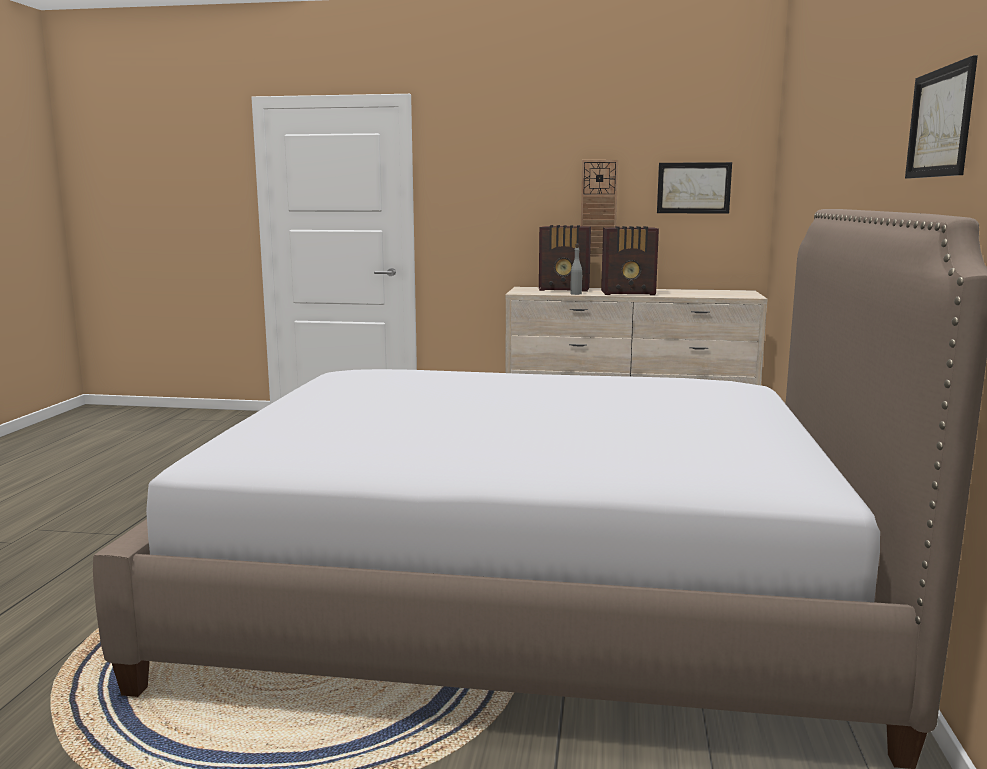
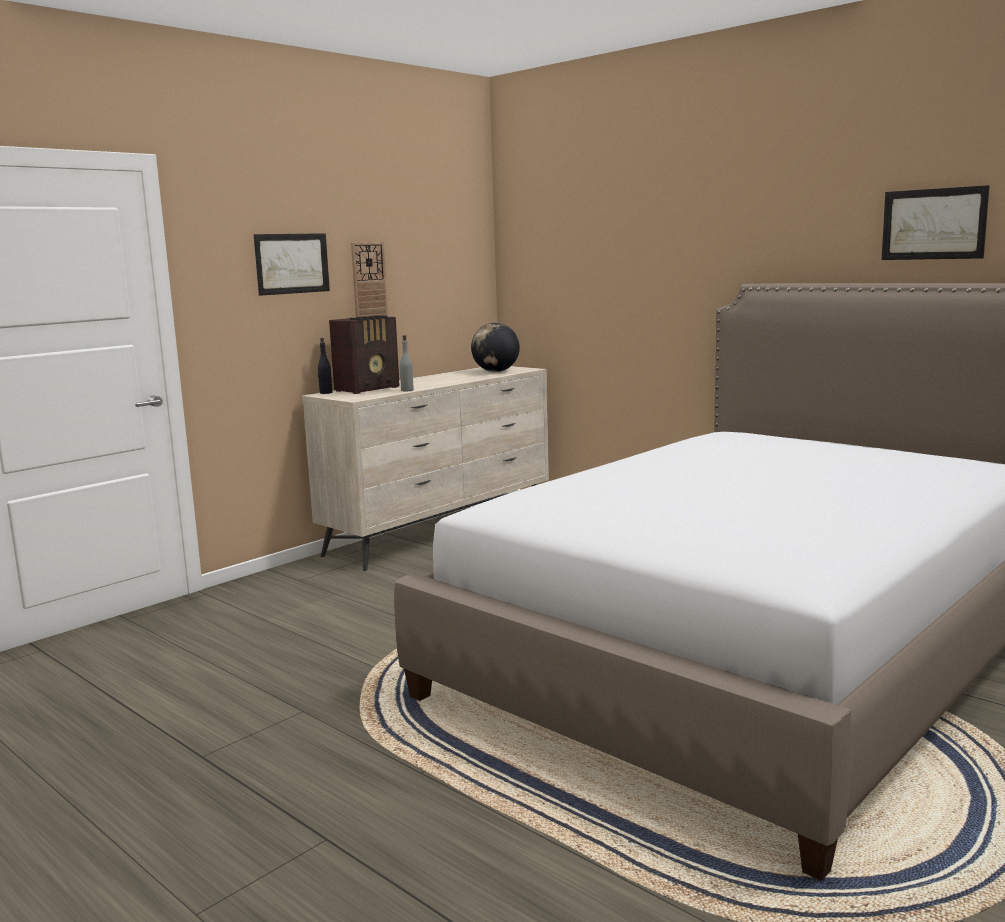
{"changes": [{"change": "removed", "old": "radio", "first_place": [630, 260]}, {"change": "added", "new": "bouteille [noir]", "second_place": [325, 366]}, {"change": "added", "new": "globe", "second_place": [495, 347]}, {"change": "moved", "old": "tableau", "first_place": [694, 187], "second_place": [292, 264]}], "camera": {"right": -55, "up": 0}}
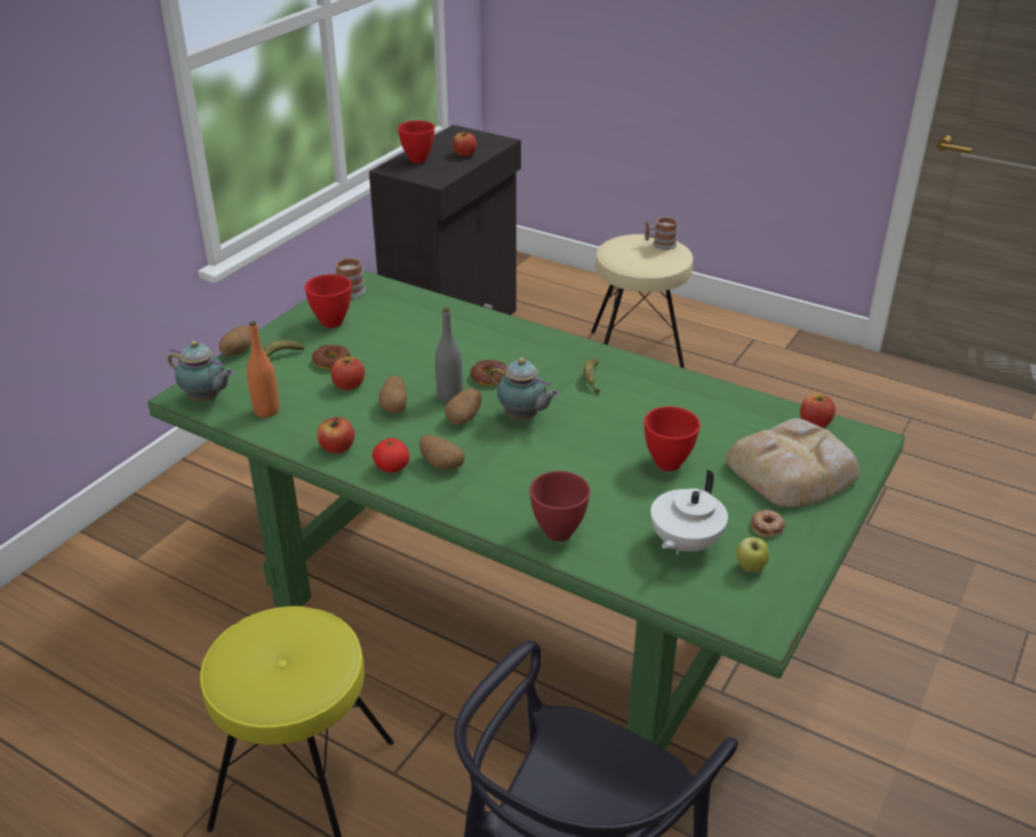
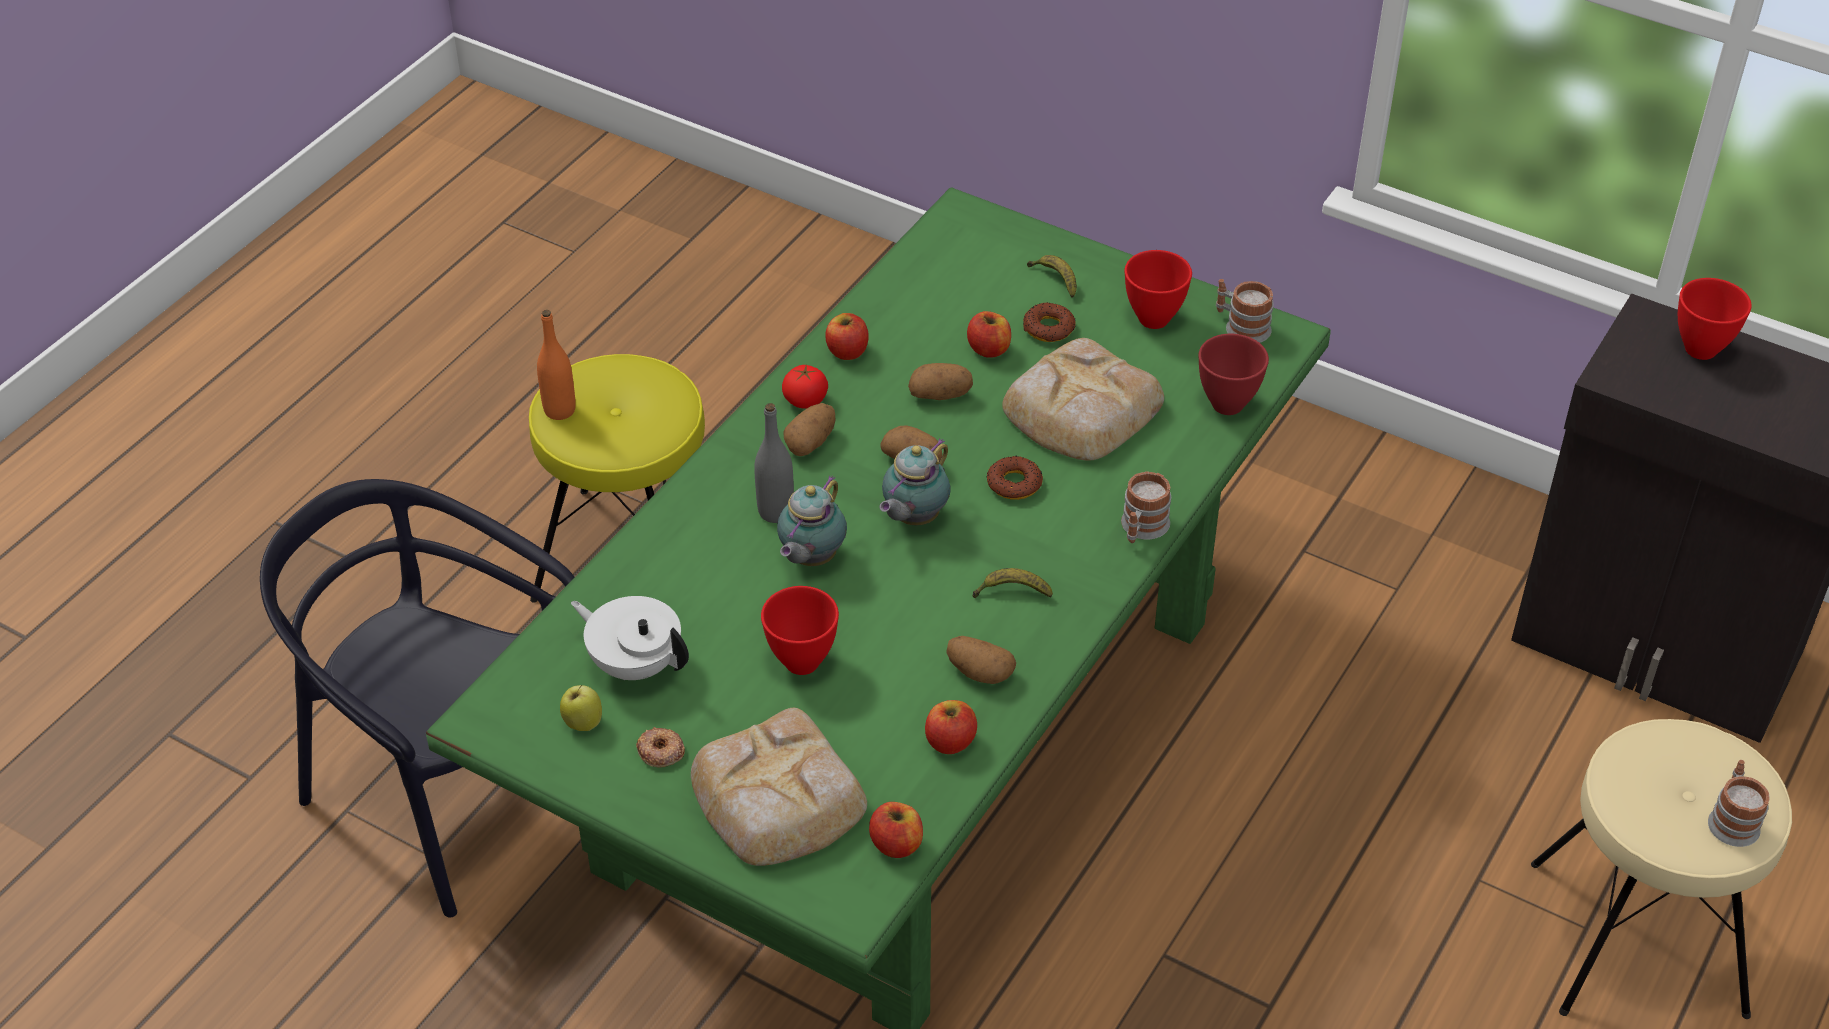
{"changes": [{"change": "added", "new": "pain", "second_place": [1083, 399]}, {"change": "added", "new": "mug", "second_place": [1146, 507]}, {"change": "moved", "old": "théière", "first_place": [201, 371], "second_place": [812, 520]}, {"change": "moved", "old": "pomme de terre", "first_place": [235, 341], "second_place": [981, 660]}, {"change": "moved", "old": "bouteille [orange]", "first_place": [263, 369], "second_place": [556, 365]}, {"change": "moved", "old": "bouteille [gris]", "first_place": [449, 355], "second_place": [774, 463]}, {"change": "moved", "old": "pomme", "first_place": [465, 143], "second_place": [951, 727]}, {"change": "moved", "old": "bol [rouge]", "first_place": [559, 506], "second_place": [1233, 374]}], "camera": {"right": 90, "up": 10}}
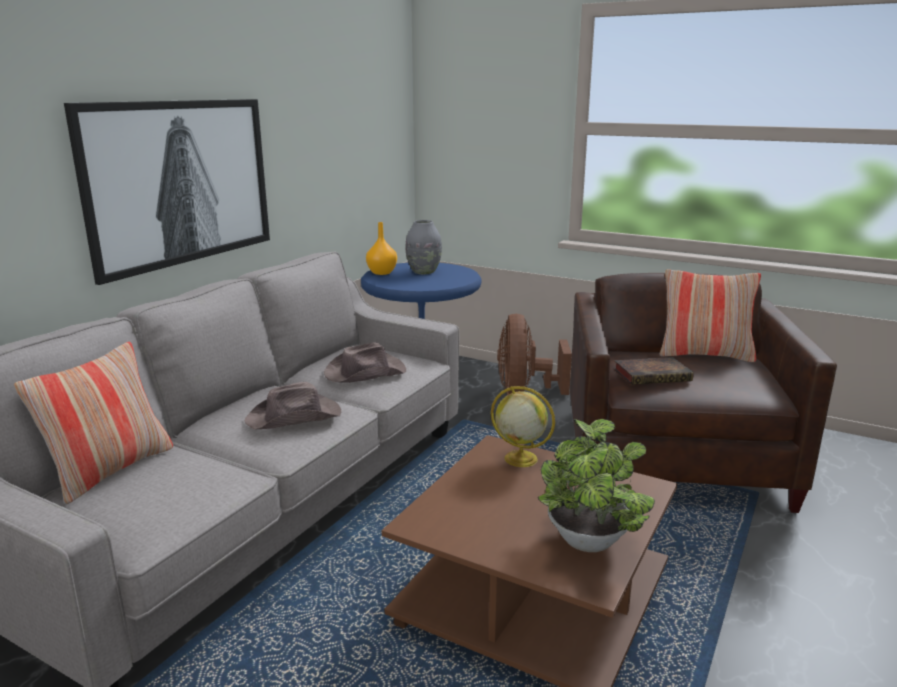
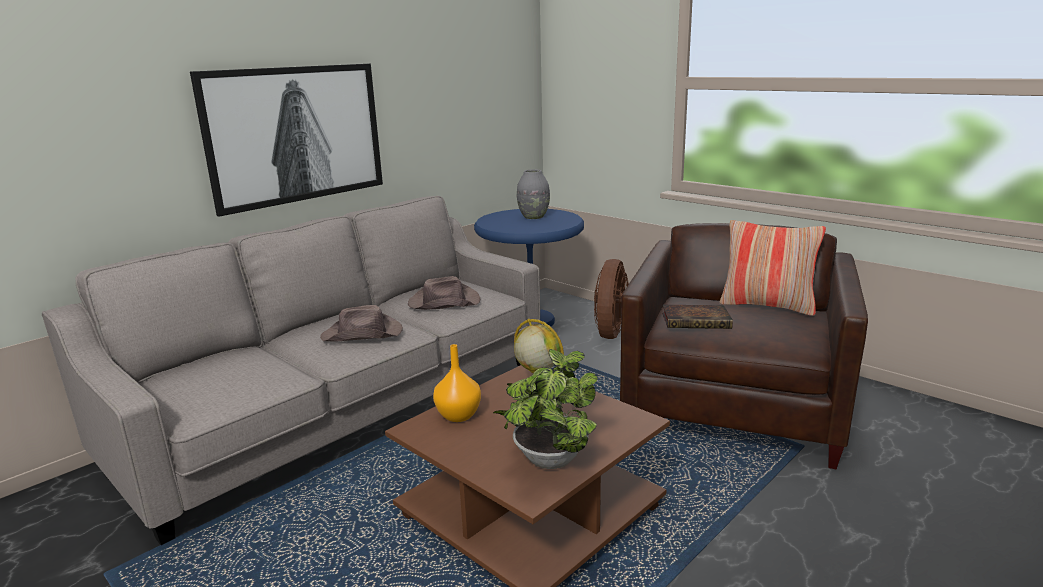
{"changes": [{"change": "removed", "old": "coussin", "first_place": [93, 423]}, {"change": "moved", "old": "vase [orange]", "first_place": [381, 248], "second_place": [457, 383]}], "camera": {"right": 15, "up": 0}}
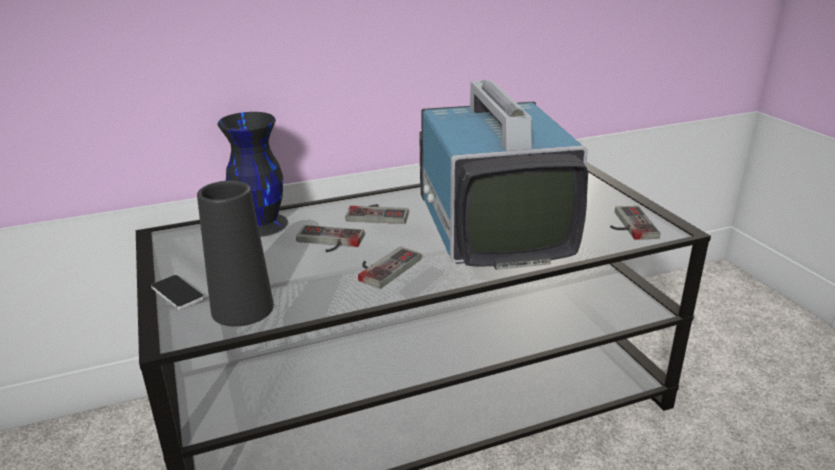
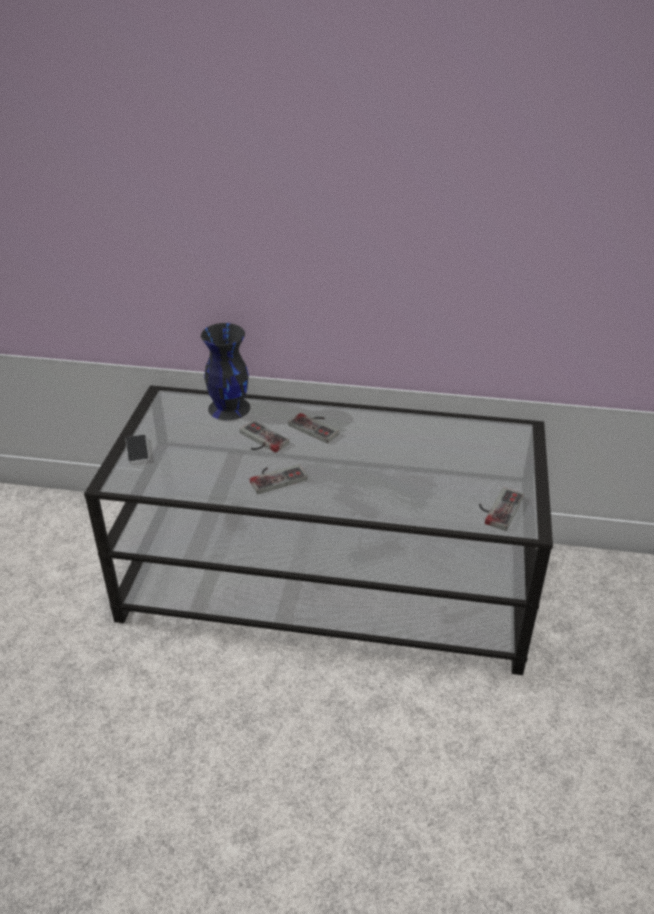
{"changes": [{"change": "removed", "old": "vase [noir]", "first_place": [235, 254]}, {"change": "removed", "old": "téléviseur", "first_place": [503, 175]}], "camera": {"right": 30, "up": 10}}
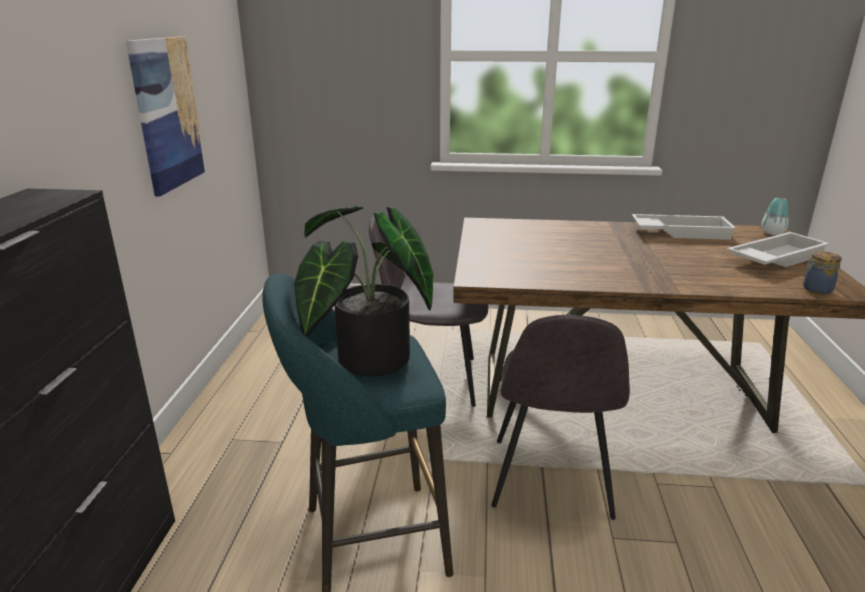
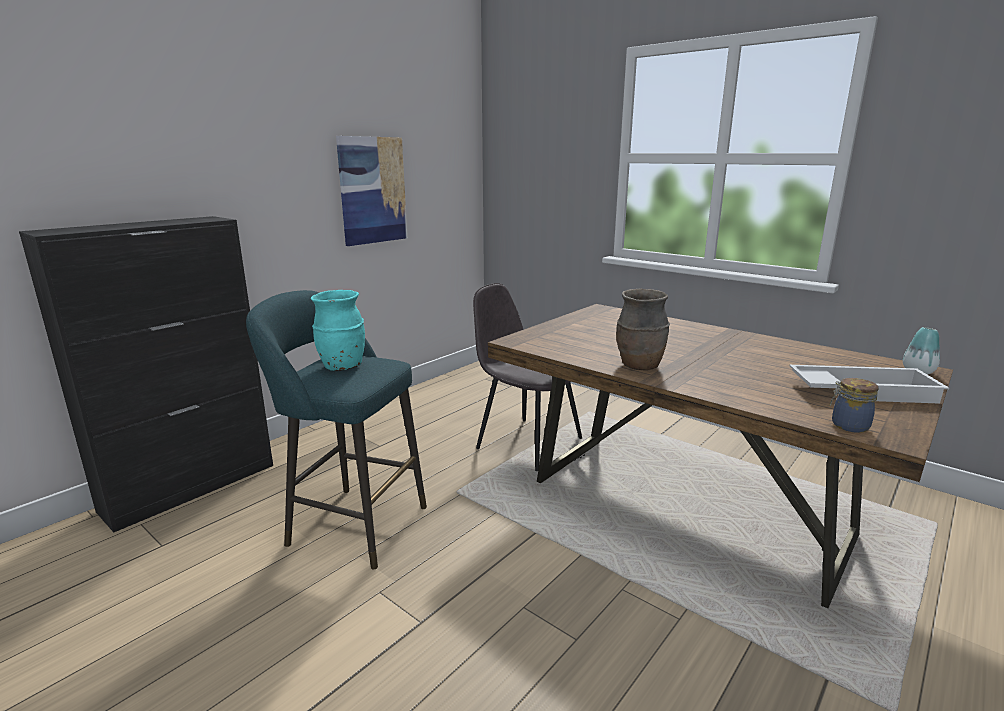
{"changes": [{"change": "removed", "old": "chaise [gris]", "first_place": [560, 417]}, {"change": "removed", "old": "plateau [blanc]", "first_place": [684, 227]}, {"change": "added", "new": "vase [marron]", "second_place": [643, 329]}, {"change": "replaced", "old": "plante en pot", "new": "vase [turquoise]", "first_place": [363, 291], "second_place": [338, 330]}], "camera": {"right": 35, "up": -5}}
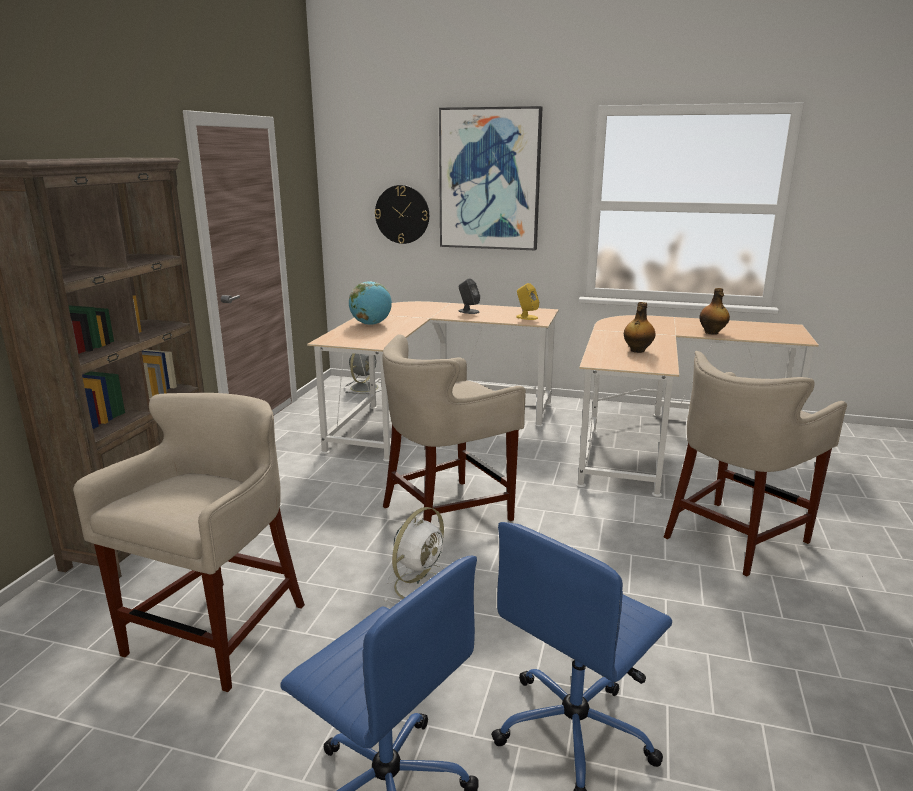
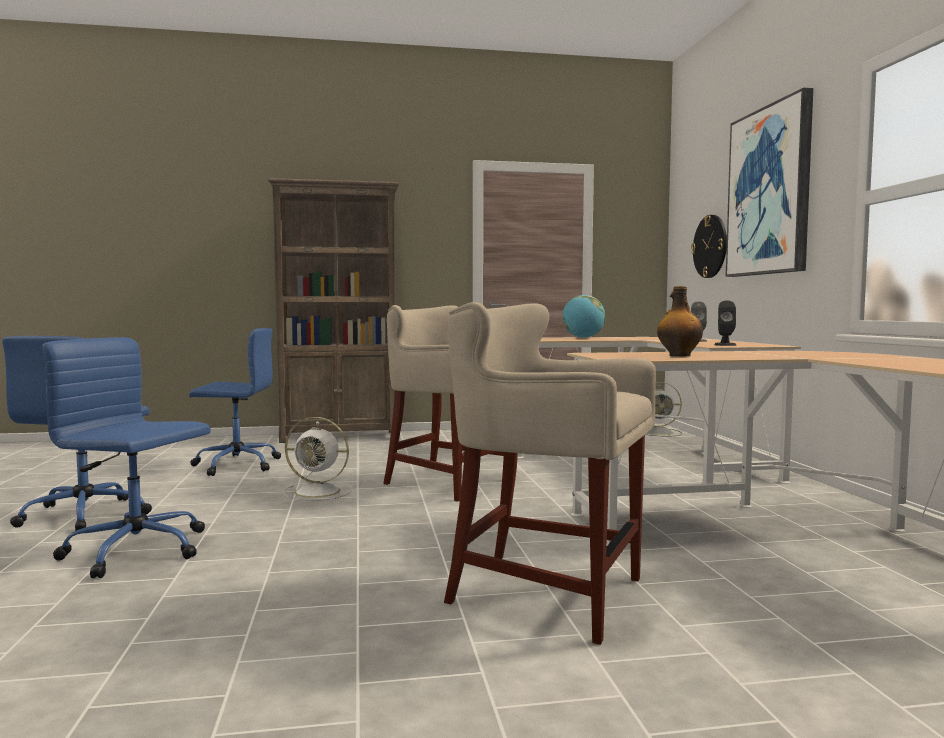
{"changes": [{"change": "removed", "old": "bouteille", "first_place": [714, 311]}, {"change": "replaced", "old": "tabouret [beige]", "new": "chaise de bureau [bleu]", "first_place": [189, 542], "second_place": [235, 402]}, {"change": "recoloured", "old": "enceinte [jaune]", "new": "enceinte [noir]", "first_place": [527, 301], "second_place": [725, 323]}], "camera": {"right": 65, "up": -15}}
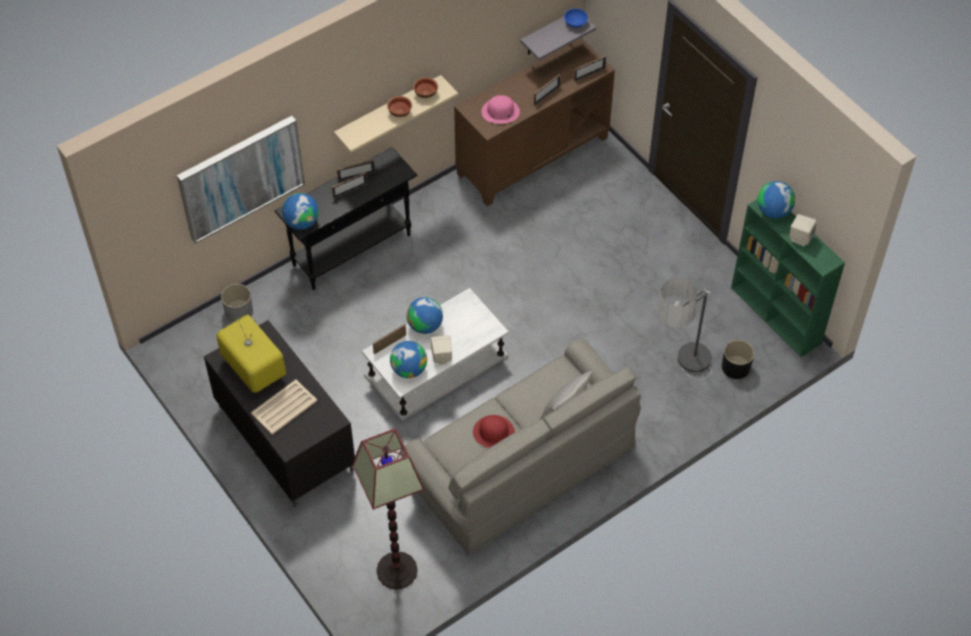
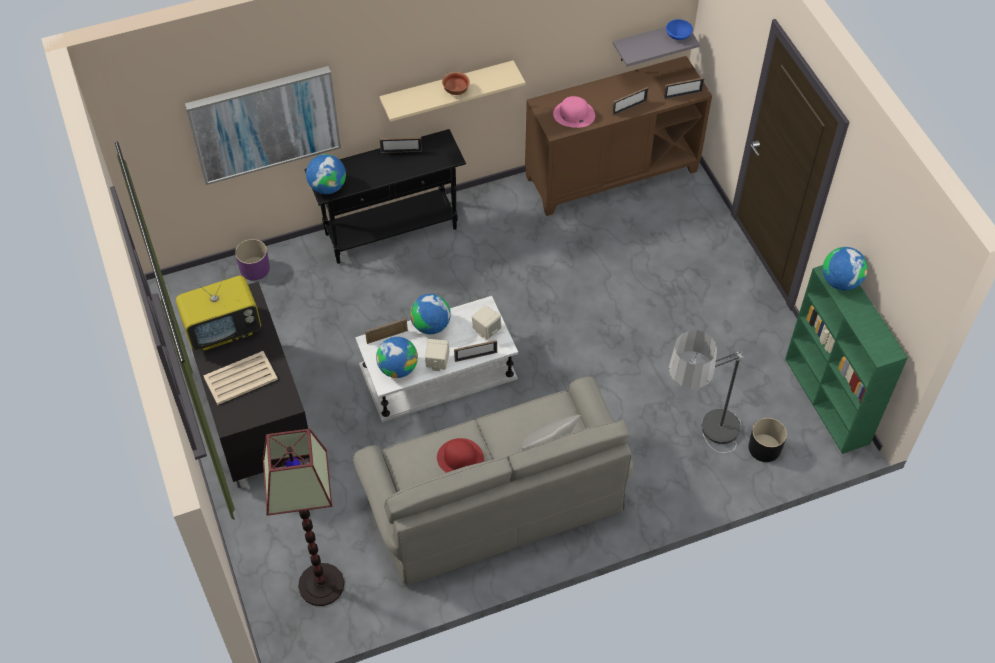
{"changes": [{"change": "removed", "old": "bol", "first_place": [425, 87]}, {"change": "moved", "old": "cadre photo", "first_place": [349, 185], "second_place": [475, 351]}, {"change": "moved", "old": "enceinte [beige]", "first_place": [802, 230], "second_place": [487, 323]}, {"change": "recoloured", "old": "cache-pot [gris]", "new": "cache-pot [violet]", "first_place": [237, 303], "second_place": [252, 259]}, {"change": "turned", "old": "téléviseur", "first_place": [251, 353], "second_place": [218, 313], "degrees": 90}], "camera": {"right": 15, "up": 0}}
